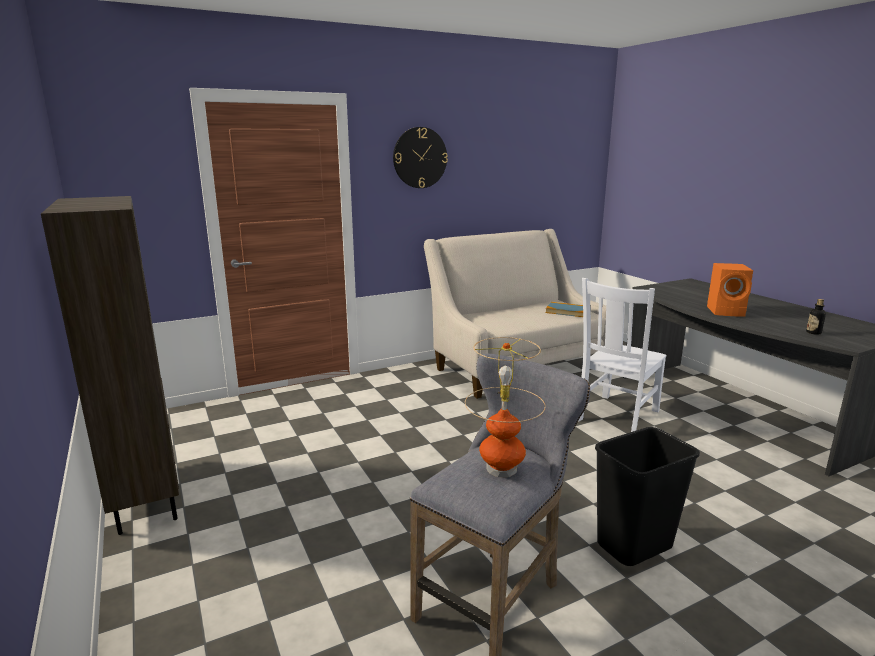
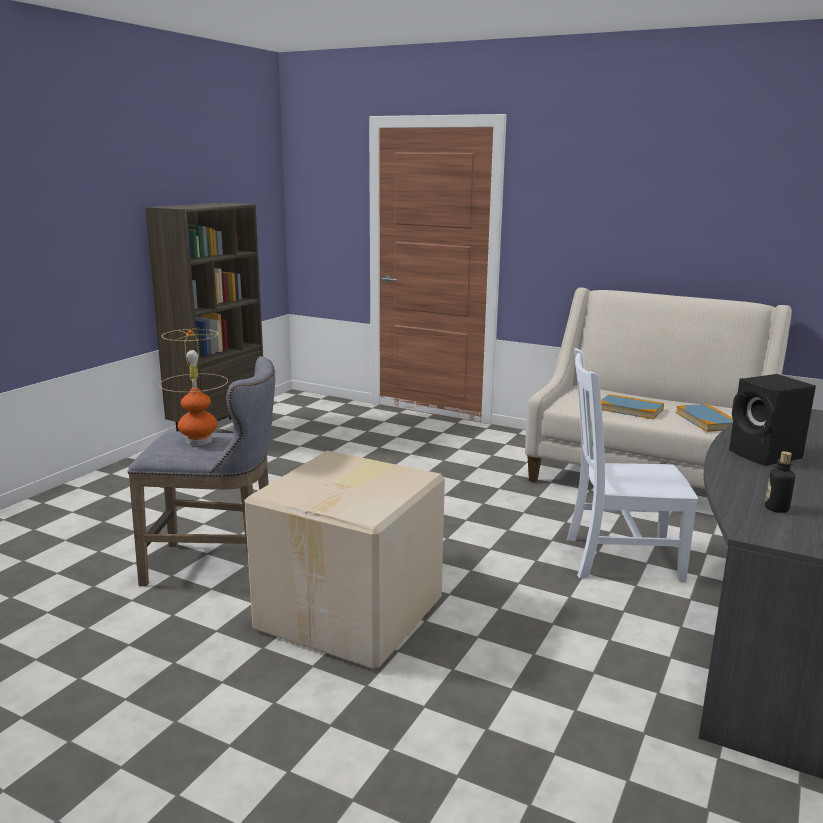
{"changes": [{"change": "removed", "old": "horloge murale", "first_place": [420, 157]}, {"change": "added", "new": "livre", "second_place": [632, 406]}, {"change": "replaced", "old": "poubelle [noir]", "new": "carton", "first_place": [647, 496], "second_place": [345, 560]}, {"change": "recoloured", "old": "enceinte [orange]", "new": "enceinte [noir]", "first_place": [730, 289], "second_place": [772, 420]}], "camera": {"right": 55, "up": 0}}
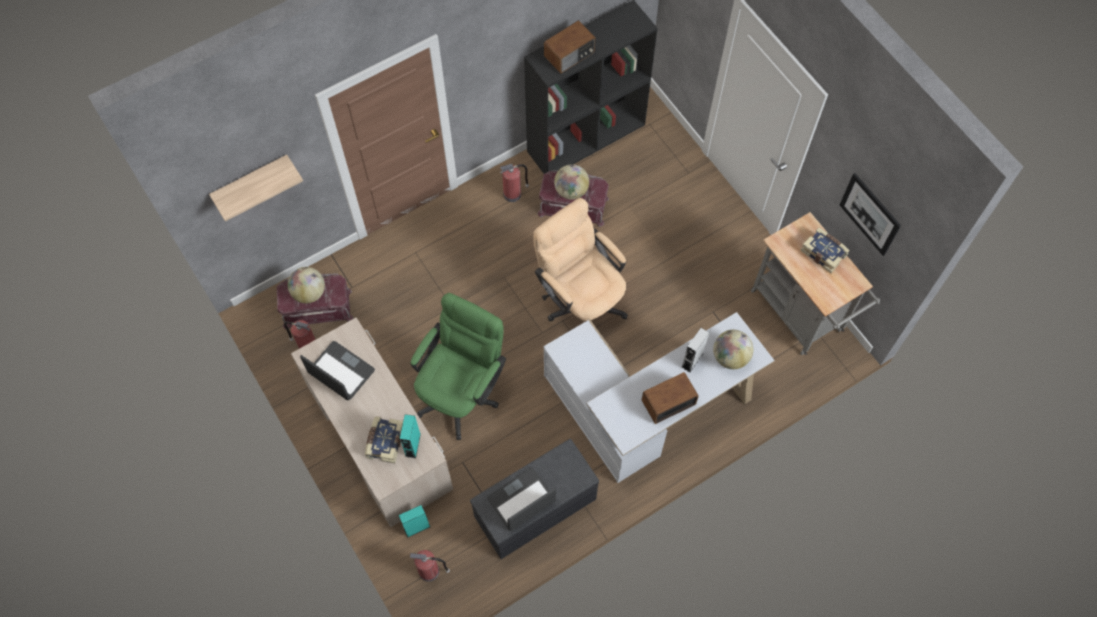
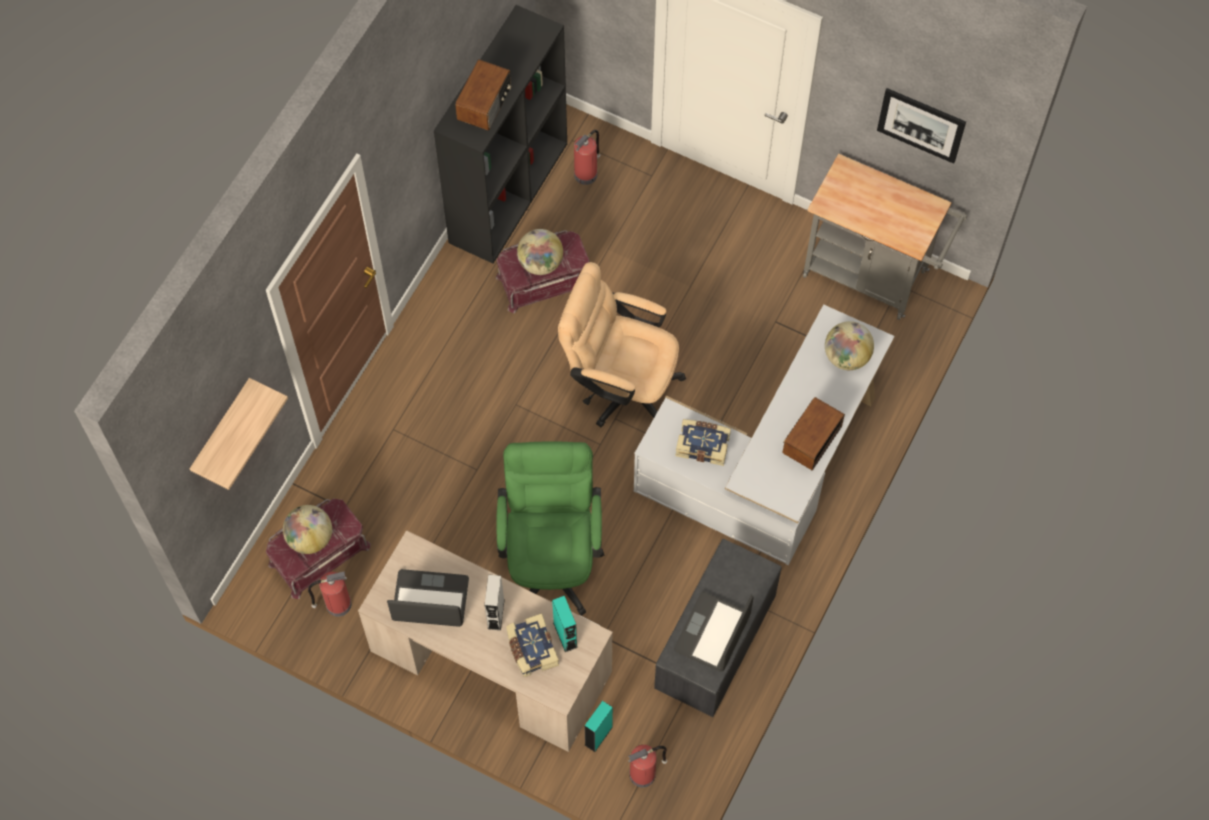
{"changes": [{"change": "moved", "old": "extincteur", "first_place": [514, 183], "second_place": [587, 157]}, {"change": "moved", "old": "enceinte [gris]", "first_place": [695, 350], "second_place": [495, 602]}, {"change": "moved", "old": "livre", "first_place": [825, 250], "second_place": [703, 442]}], "camera": {"right": -30, "up": 0}}
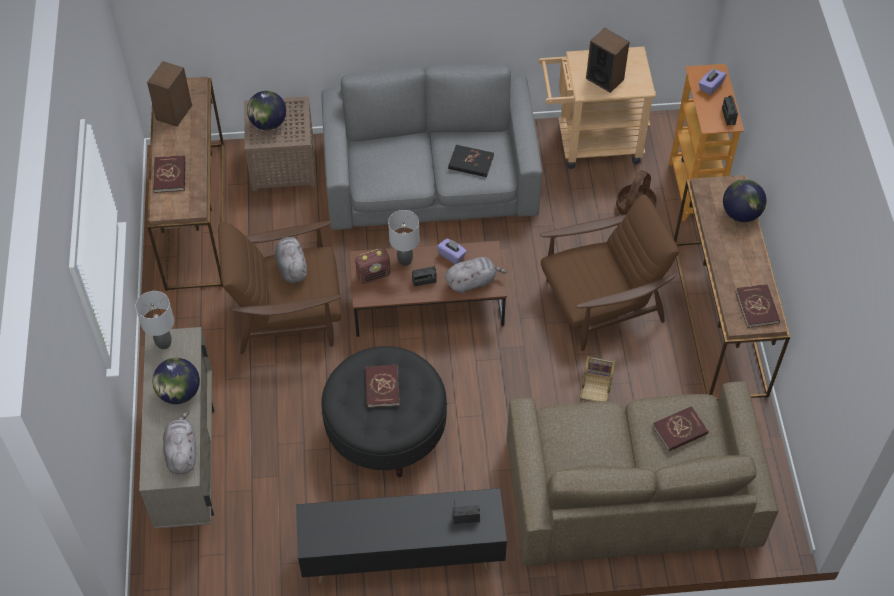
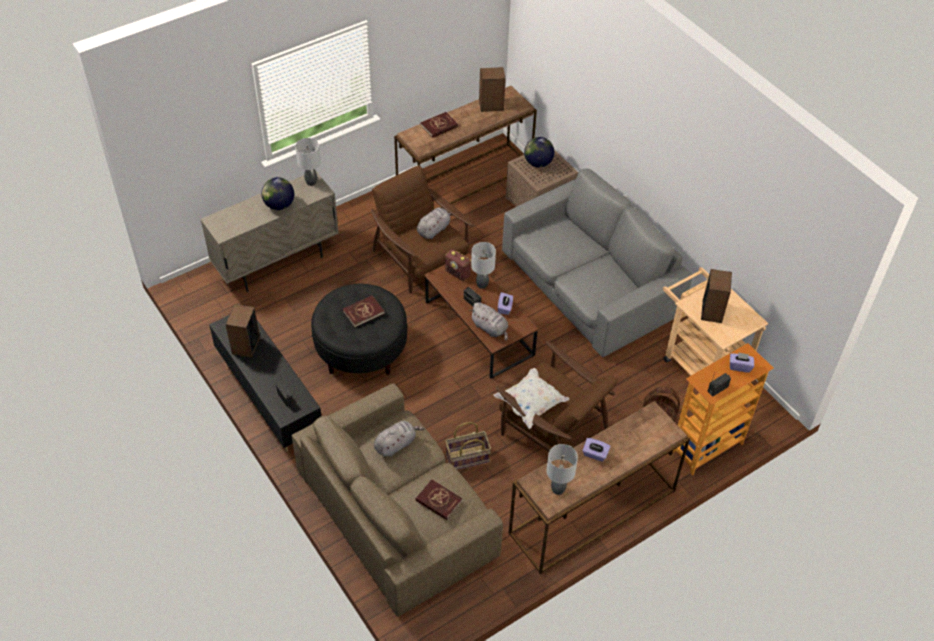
{"changes": [{"change": "removed", "old": "livre [noir]", "first_place": [471, 161]}, {"change": "removed", "old": "globe", "first_place": [744, 200]}, {"change": "added", "new": "enceinte", "second_place": [243, 331]}, {"change": "added", "new": "coussin [blanc]", "second_place": [531, 398]}, {"change": "added", "new": "boîte à mouchoirs [violet]", "second_place": [596, 450]}, {"change": "moved", "old": "peluche [gris]", "first_place": [179, 442], "second_place": [399, 439]}, {"change": "replaced", "old": "livre [rouge]", "new": "lampe de table [gris]", "first_place": [757, 306], "second_place": [562, 469]}], "camera": {"right": 60, "up": -5}}
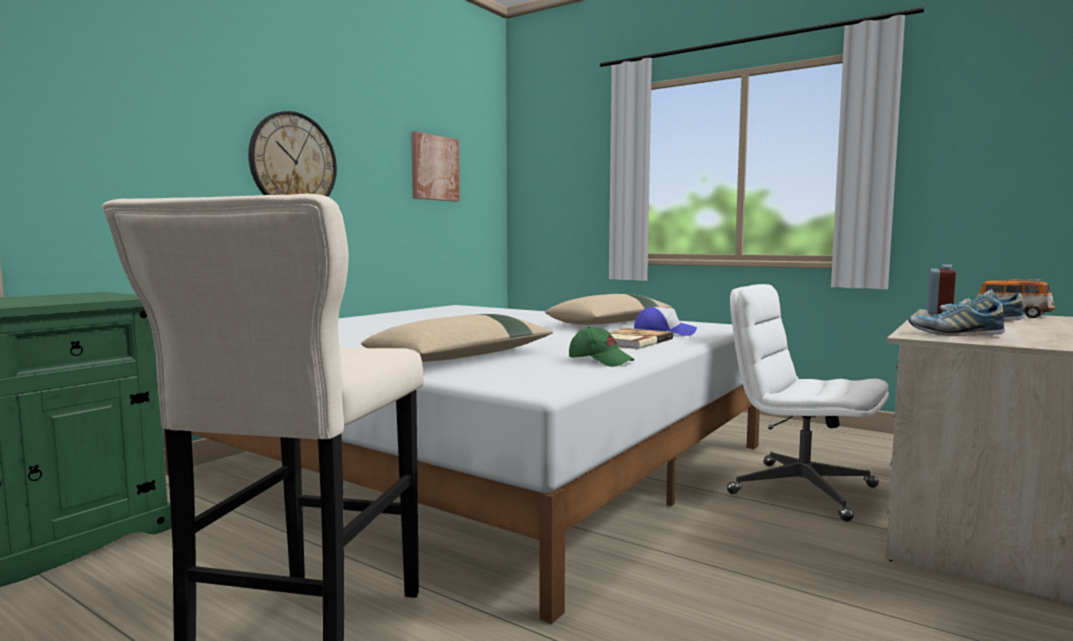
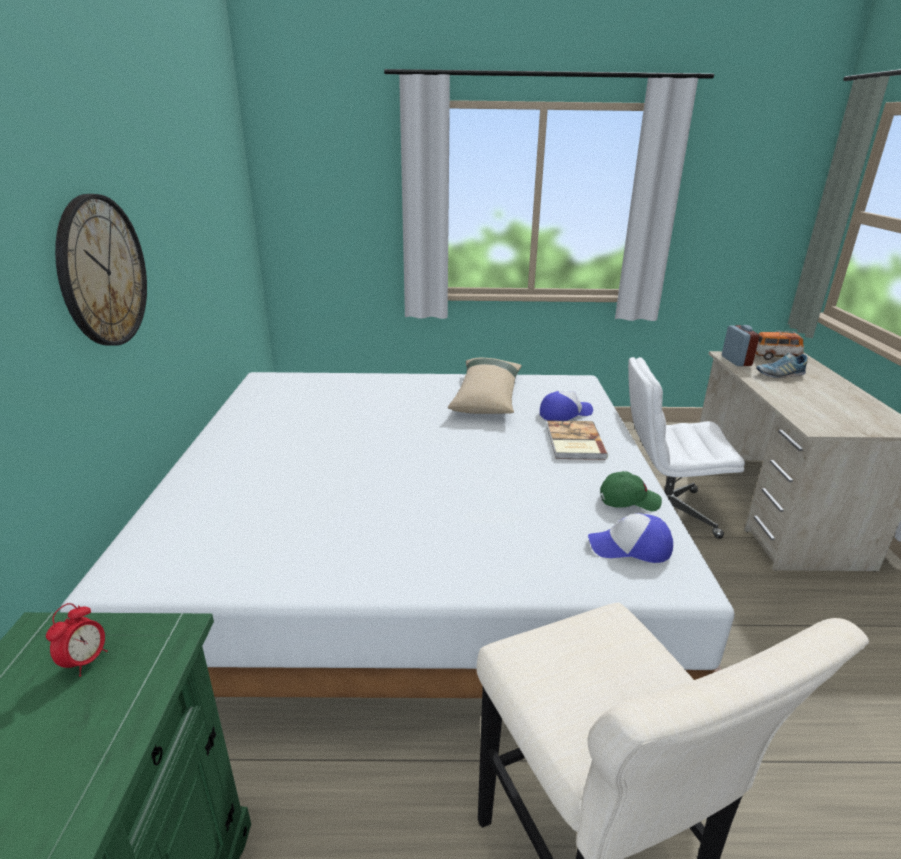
{"changes": [{"change": "removed", "old": "coussin [beige]", "first_place": [457, 338]}, {"change": "removed", "old": "tableau", "first_place": [435, 166]}, {"change": "removed", "old": "chaussure", "first_place": [956, 317]}, {"change": "added", "new": "réveil", "second_place": [77, 640]}, {"change": "added", "new": "casquette", "second_place": [630, 538]}], "camera": {"right": -35, "up": 20}}
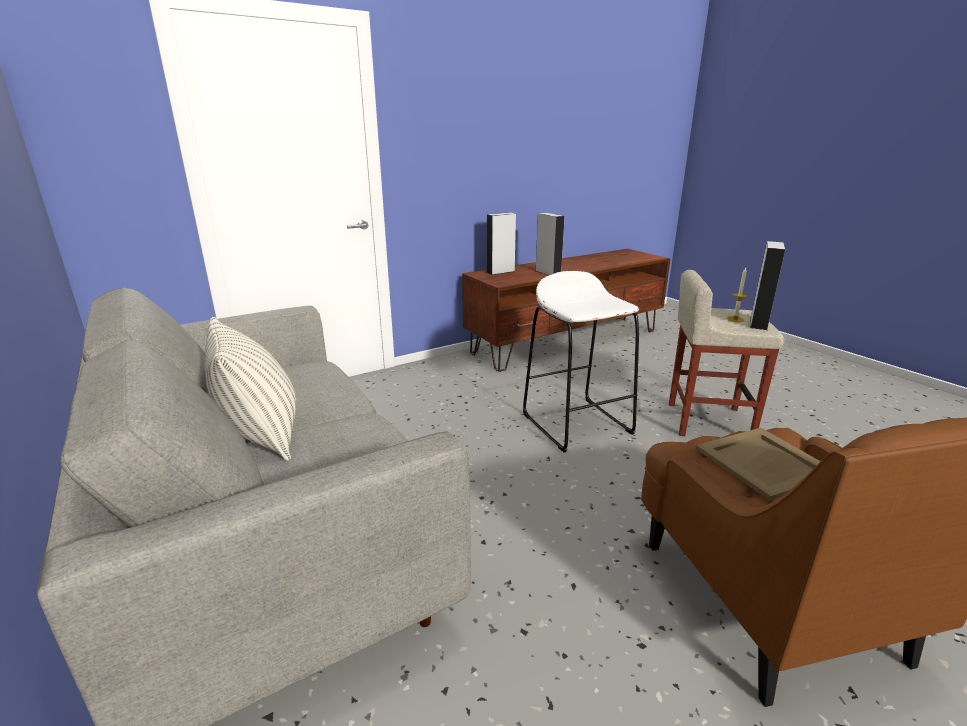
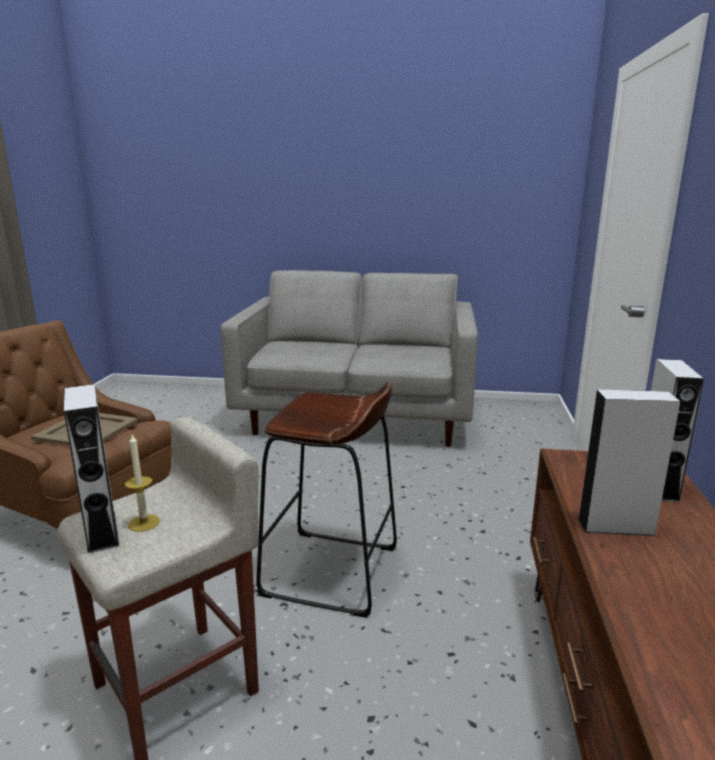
{"changes": [{"change": "removed", "old": "coussin", "first_place": [250, 389]}, {"change": "recoloured", "old": "tabouret [blanc]", "new": "tabouret [marron]", "first_place": [581, 362], "second_place": [326, 500]}], "camera": {"right": 130, "up": -5}}
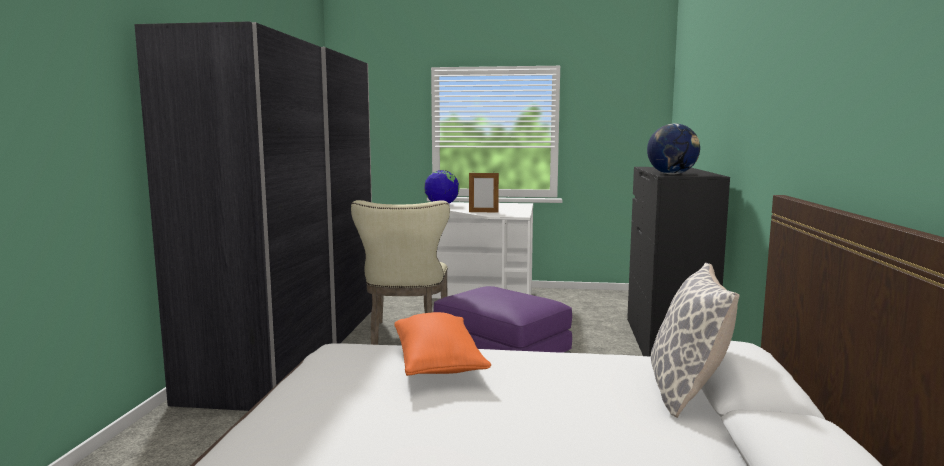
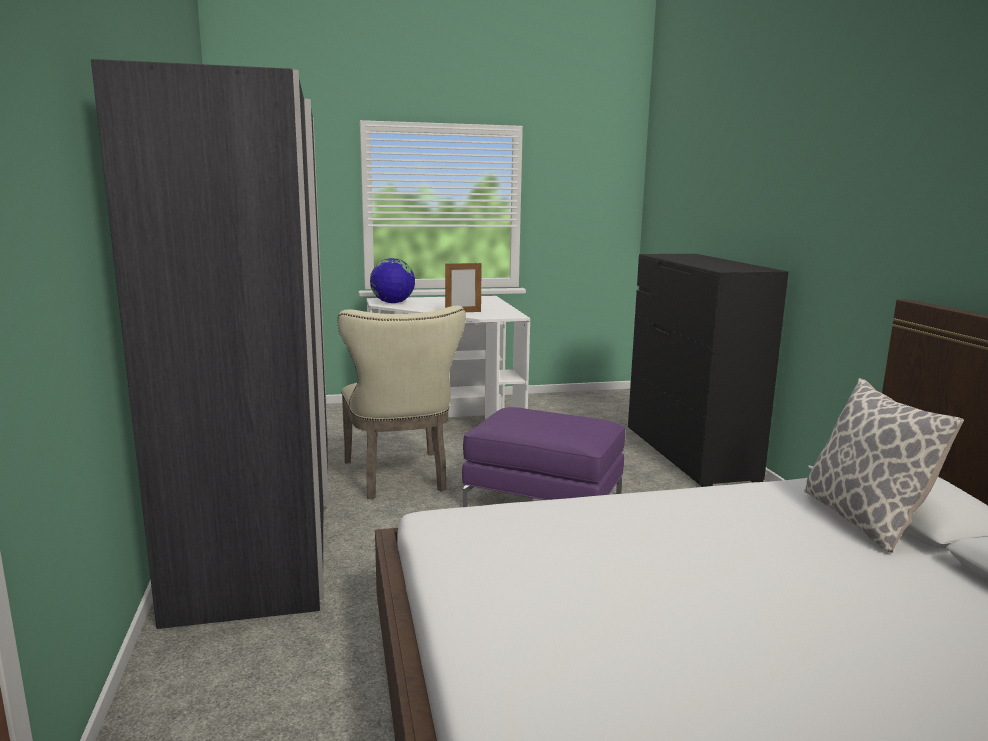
{"changes": [{"change": "removed", "old": "coussin [orange]", "first_place": [442, 344]}, {"change": "removed", "old": "globe", "first_place": [673, 149]}], "camera": {"right": -20, "up": 5}}
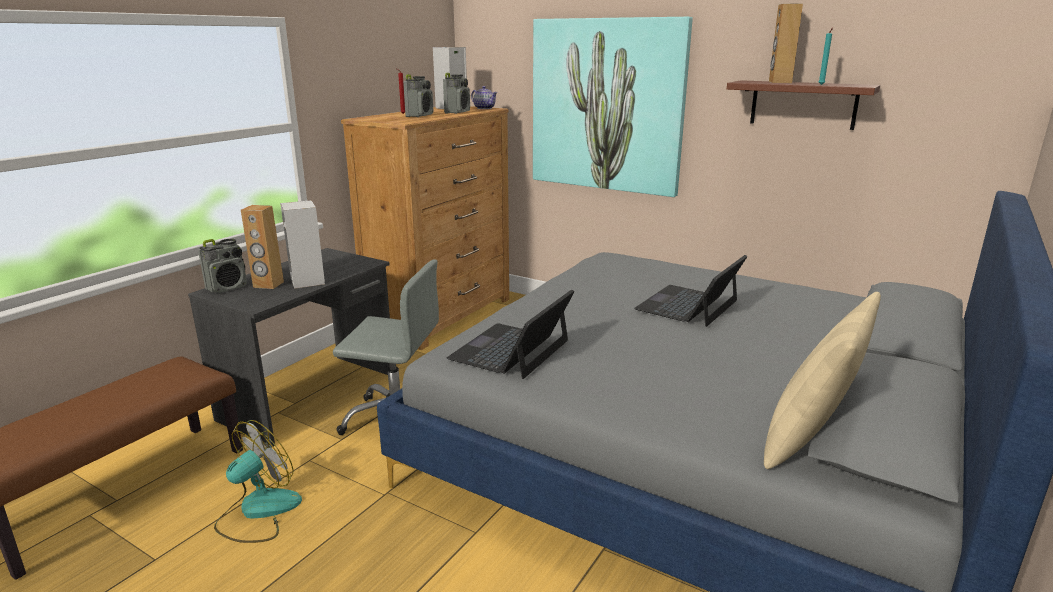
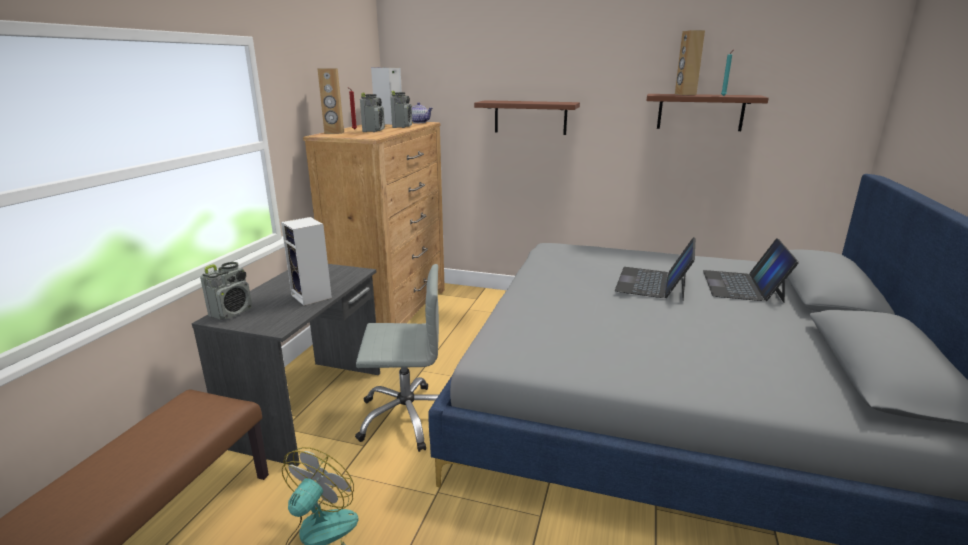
{"changes": [{"change": "removed", "old": "coussin [beige]", "first_place": [822, 380]}, {"change": "moved", "old": "enceinte [marron]", "first_place": [262, 247], "second_place": [330, 101]}, {"change": "moved", "old": "ordinateur portable", "first_place": [510, 334], "second_place": [751, 270]}, {"change": "replaced", "old": "tableau", "new": "étagère [marron]", "first_place": [613, 107], "second_place": [527, 117]}], "camera": {"right": -15, "up": 0}}
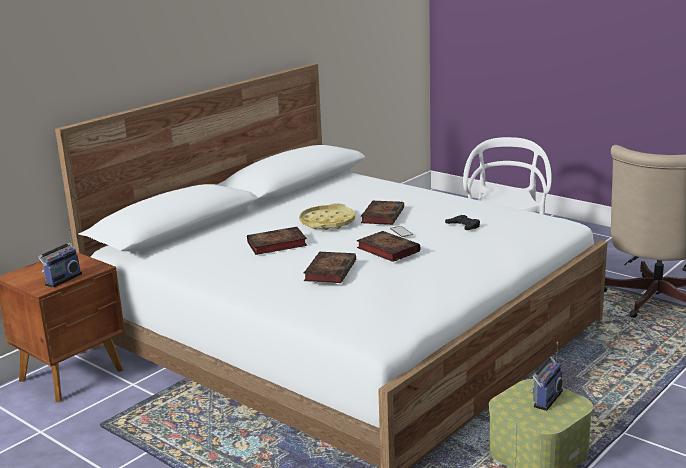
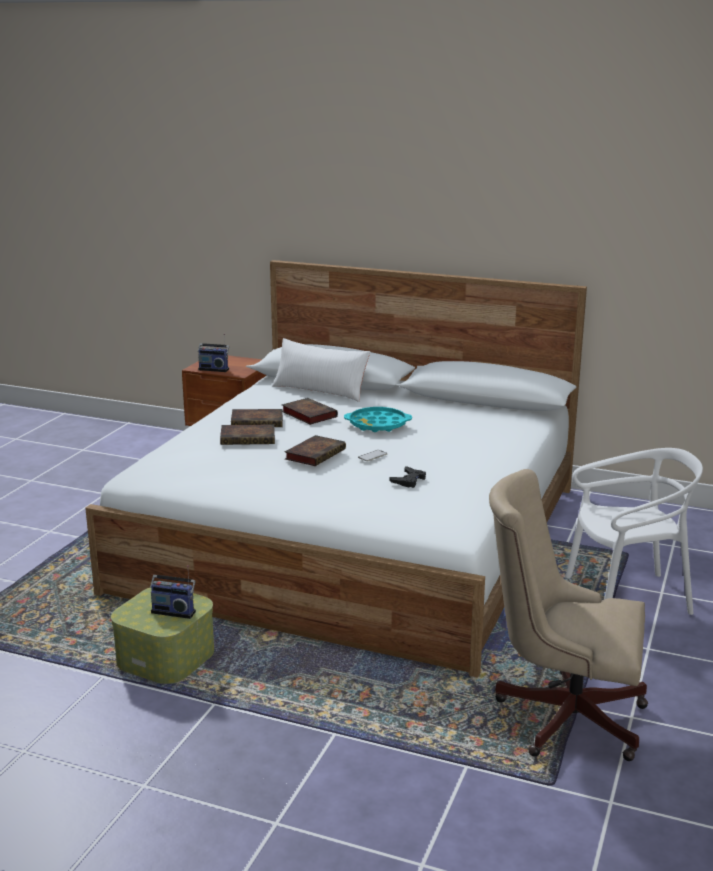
{"changes": [{"change": "added", "new": "coussin [blanc]", "second_place": [321, 370]}, {"change": "moved", "old": "livre", "first_place": [382, 213], "second_place": [257, 418]}, {"change": "recoloured", "old": "plateau [jaune]", "new": "plateau [turquoise]", "first_place": [327, 216], "second_place": [378, 419]}], "camera": {"right": 70, "up": 0}}
